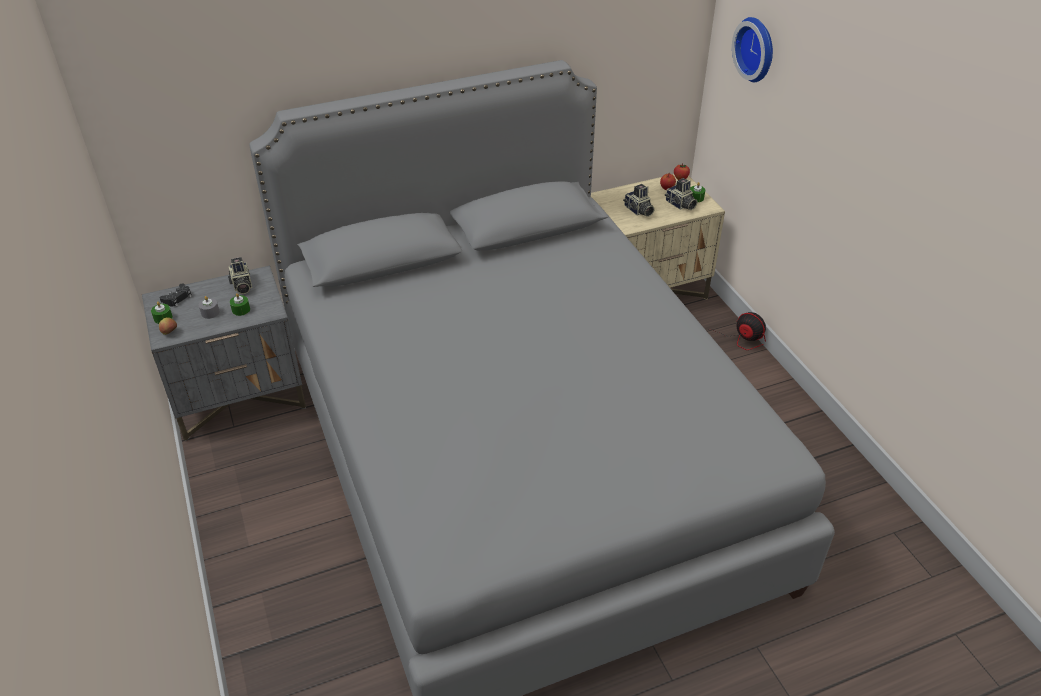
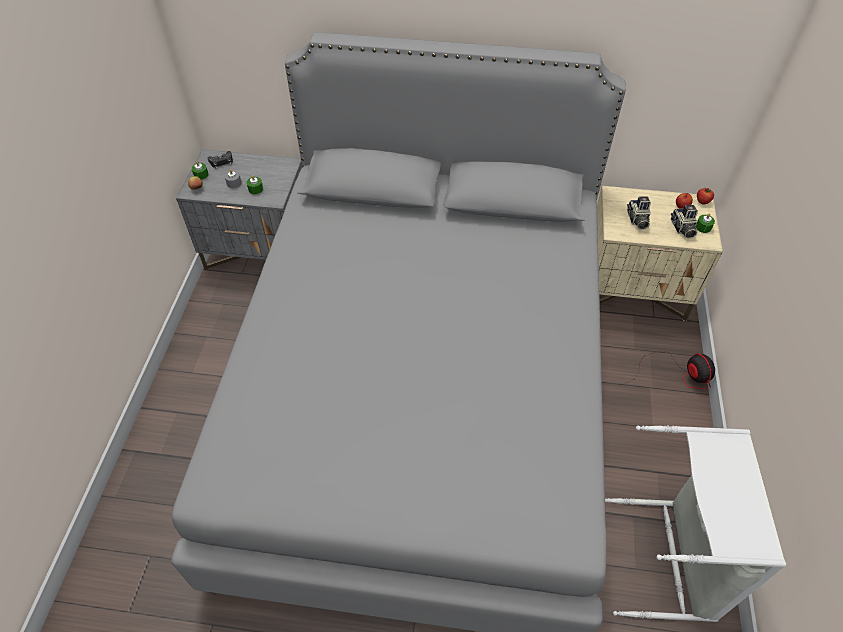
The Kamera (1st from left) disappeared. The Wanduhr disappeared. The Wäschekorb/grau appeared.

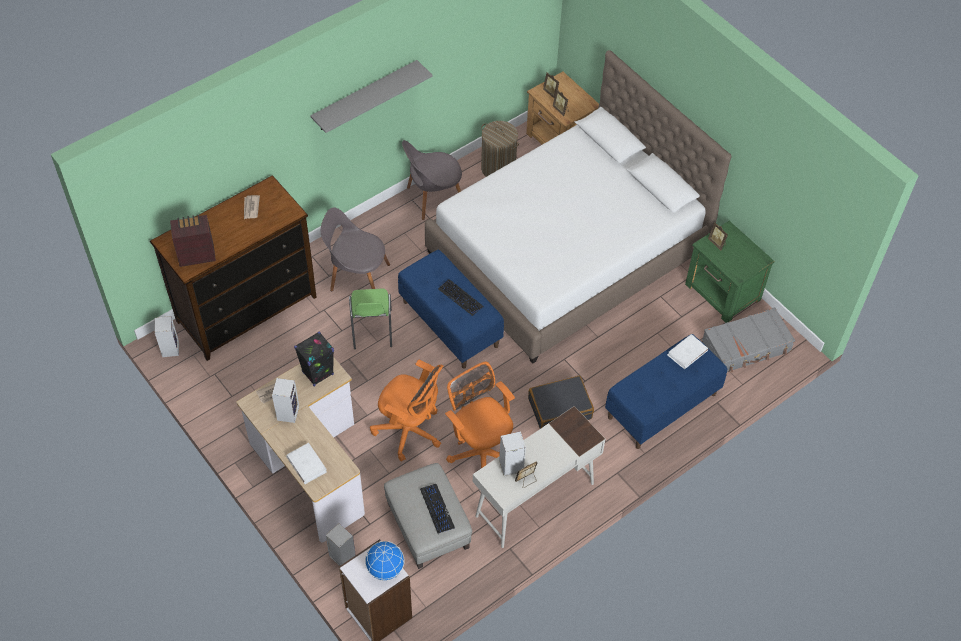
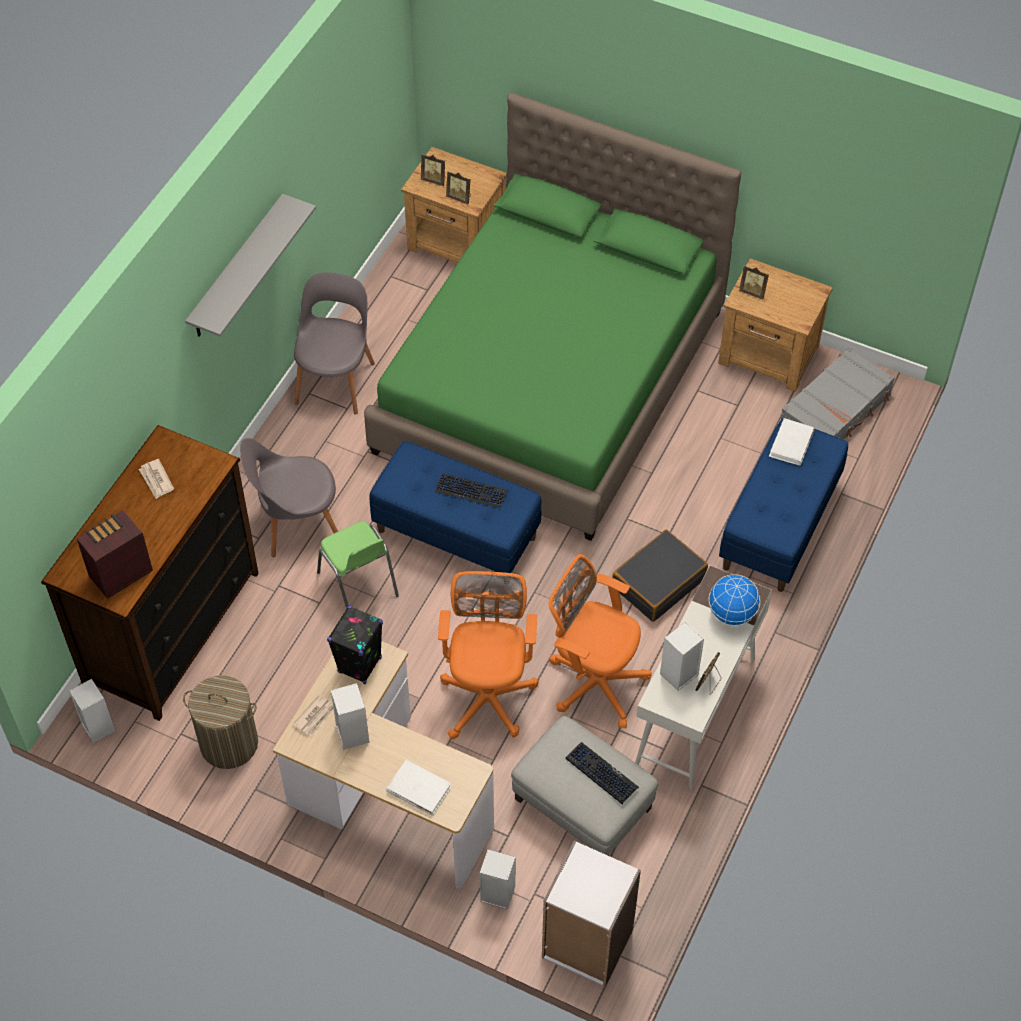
The Globus moved. The Bürostuhl/orange (1st from left) turned 90 degrees counterclockwise. The Stuhl/grau (2nd from left) turned 150 degrees clockwise. The Bett/weiß became the Bett/grün. The Wäschekorb moved. The Nachttisch/grün became the Nachttisch/braun (2nd from left).

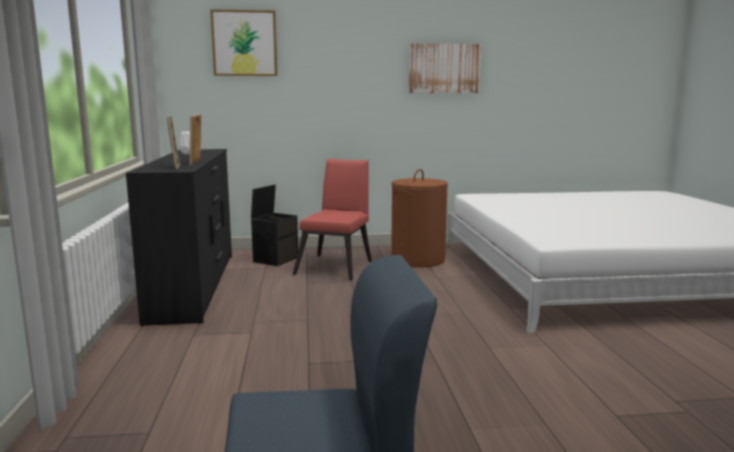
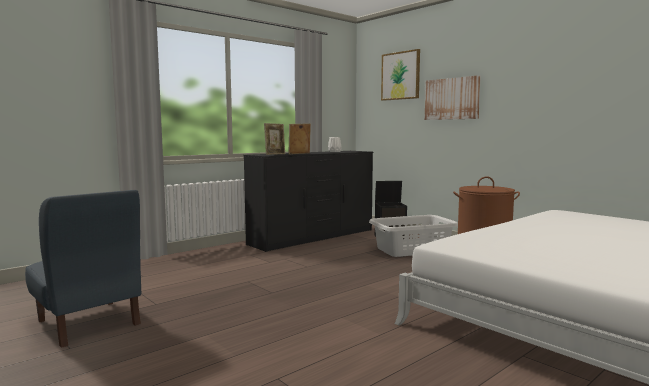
The Stuhl/rot was replaced by the Wäschekorb/grau. The Bild (2nd from left) moved.

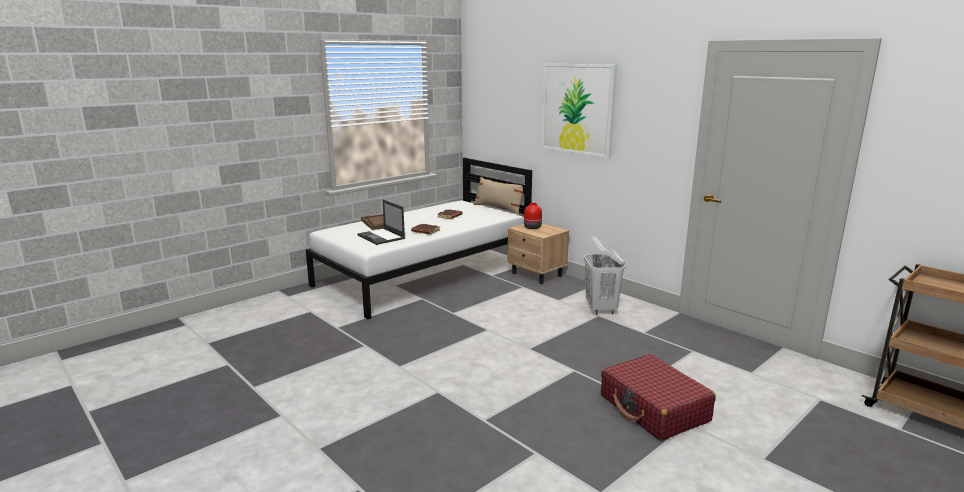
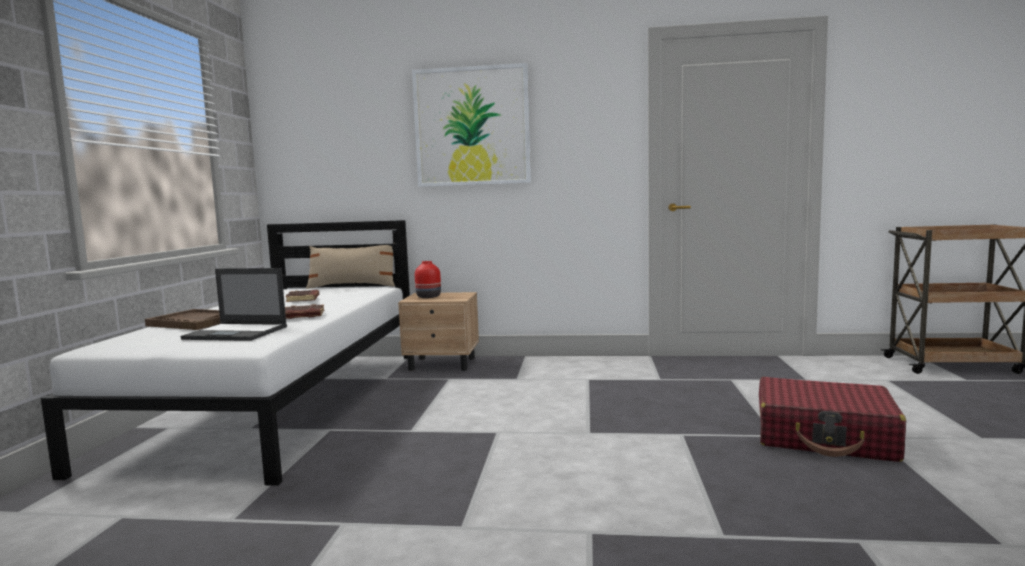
The Wäschekorb/weiß disappeared.

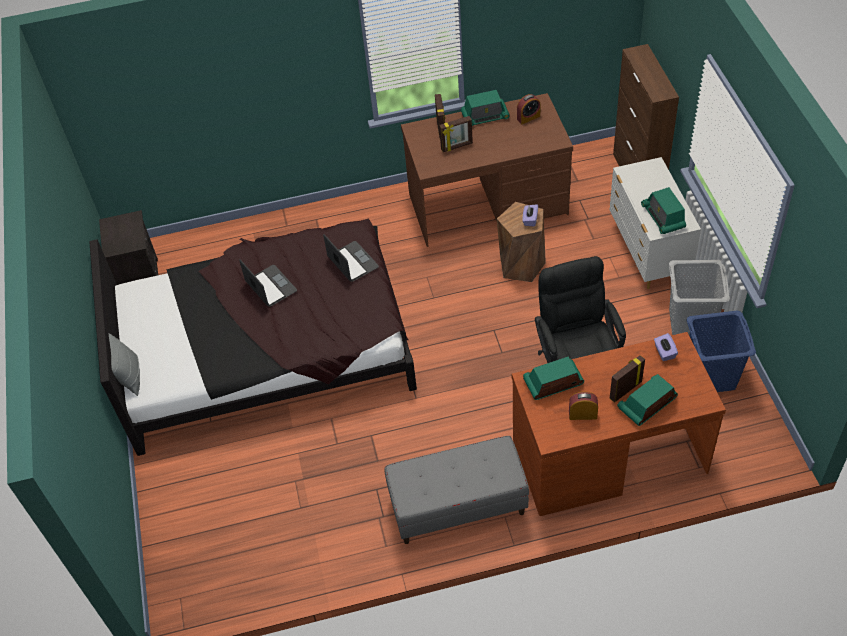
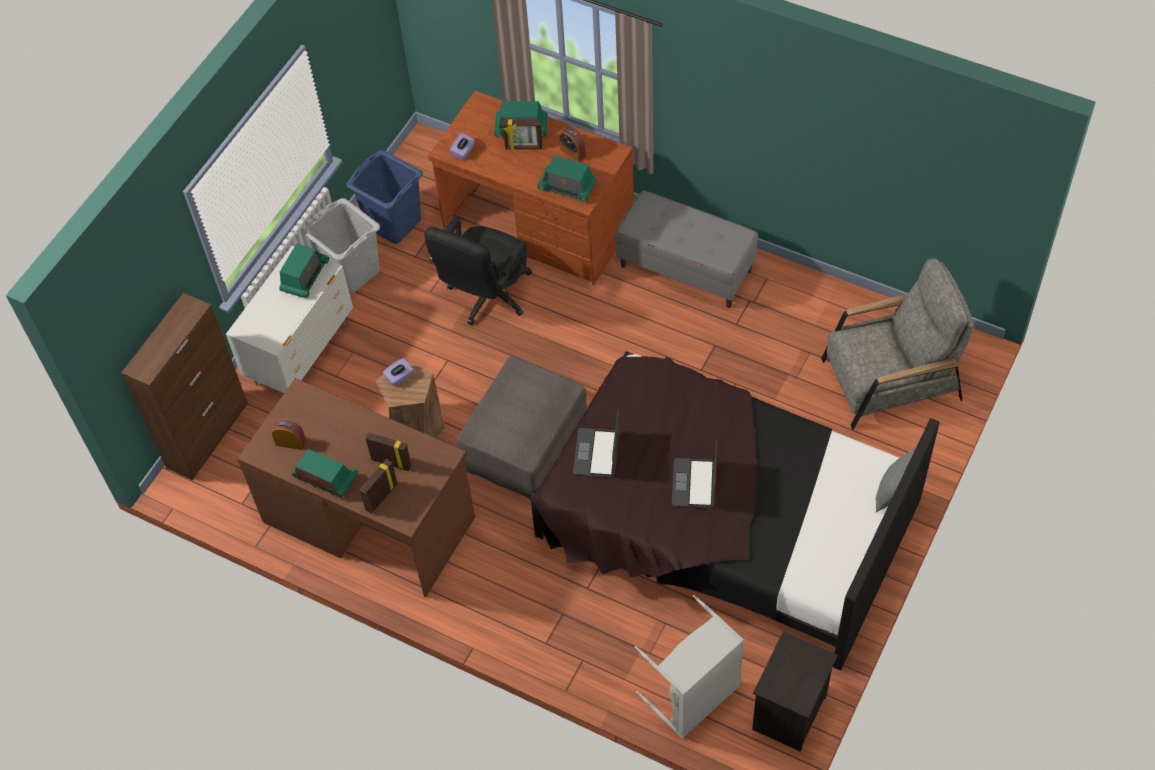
The Polsterhocker/grau appeared. The Wäschekorb/grau (2nd from left) appeared. The Sessel/grau appeared.

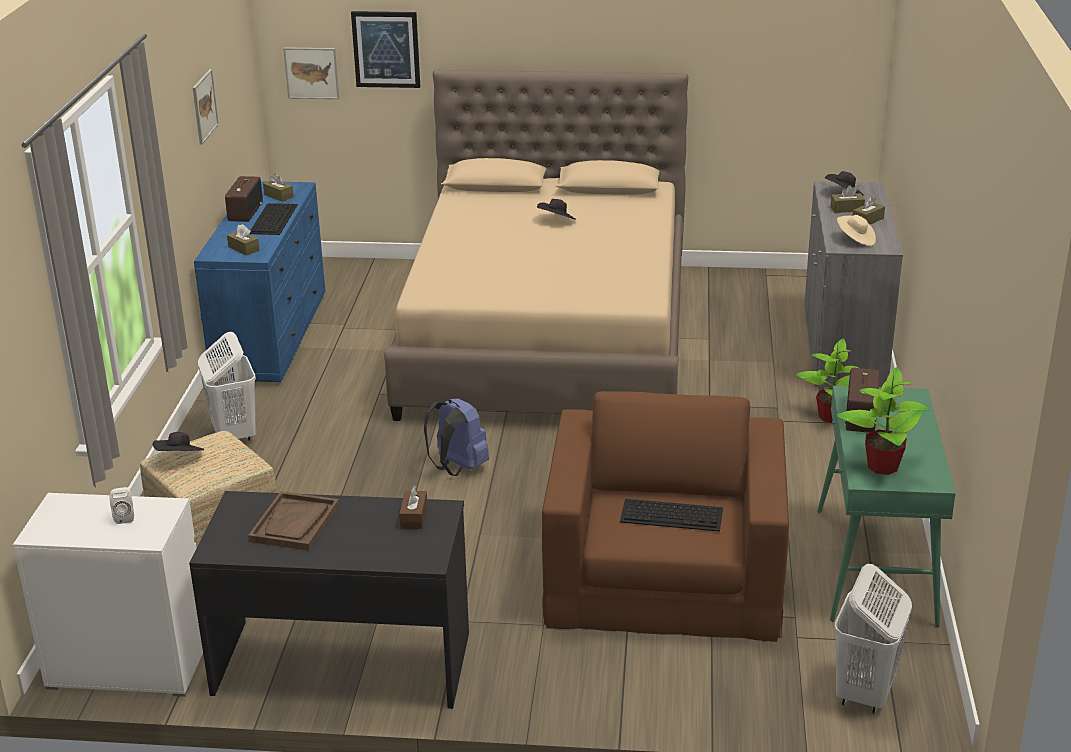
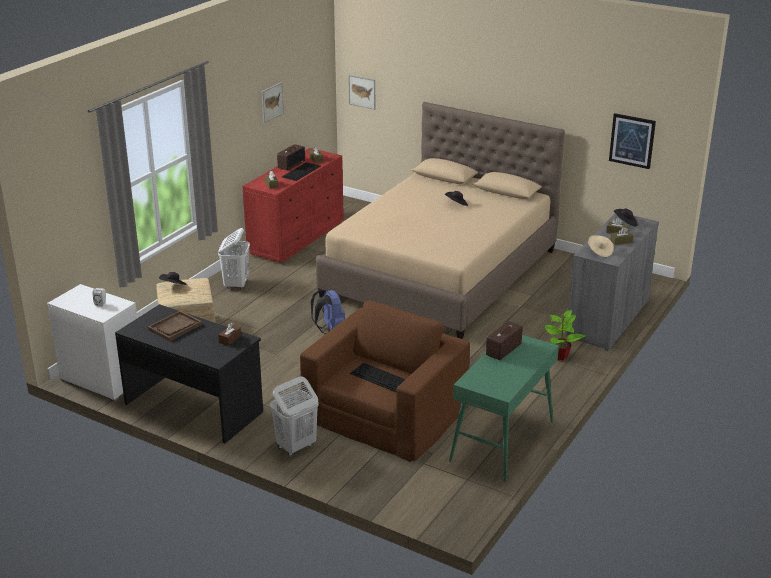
The Kommode/blau became the Kommode/rot. The Bild (3rd from left) moved. The Wäschekorb/weiß (2nd from left) moved. The Topfpflanze (2nd from left) disappeared.

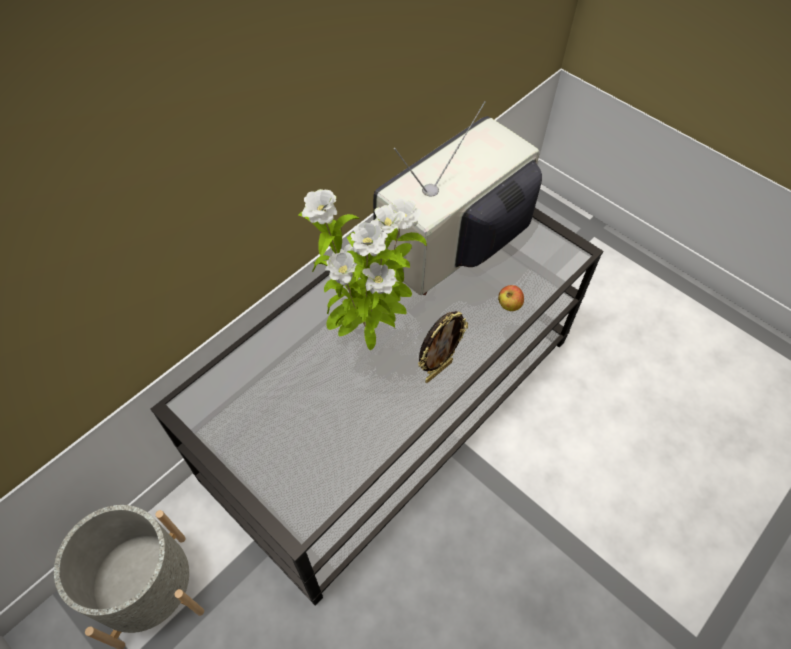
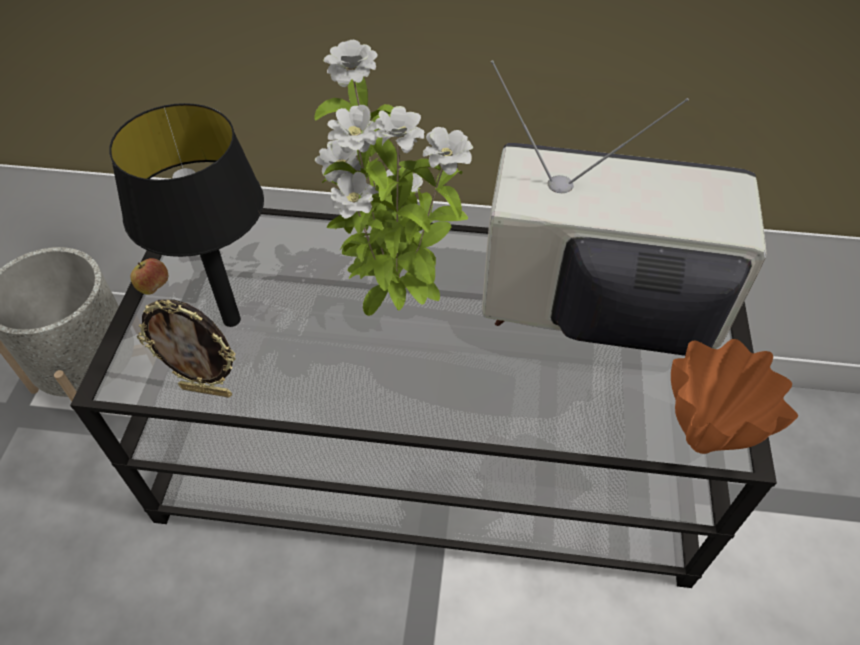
The Bilderrahmen moved. The Apfel moved. The Tischlampe/schwarz appeared. The Vase/orange appeared.

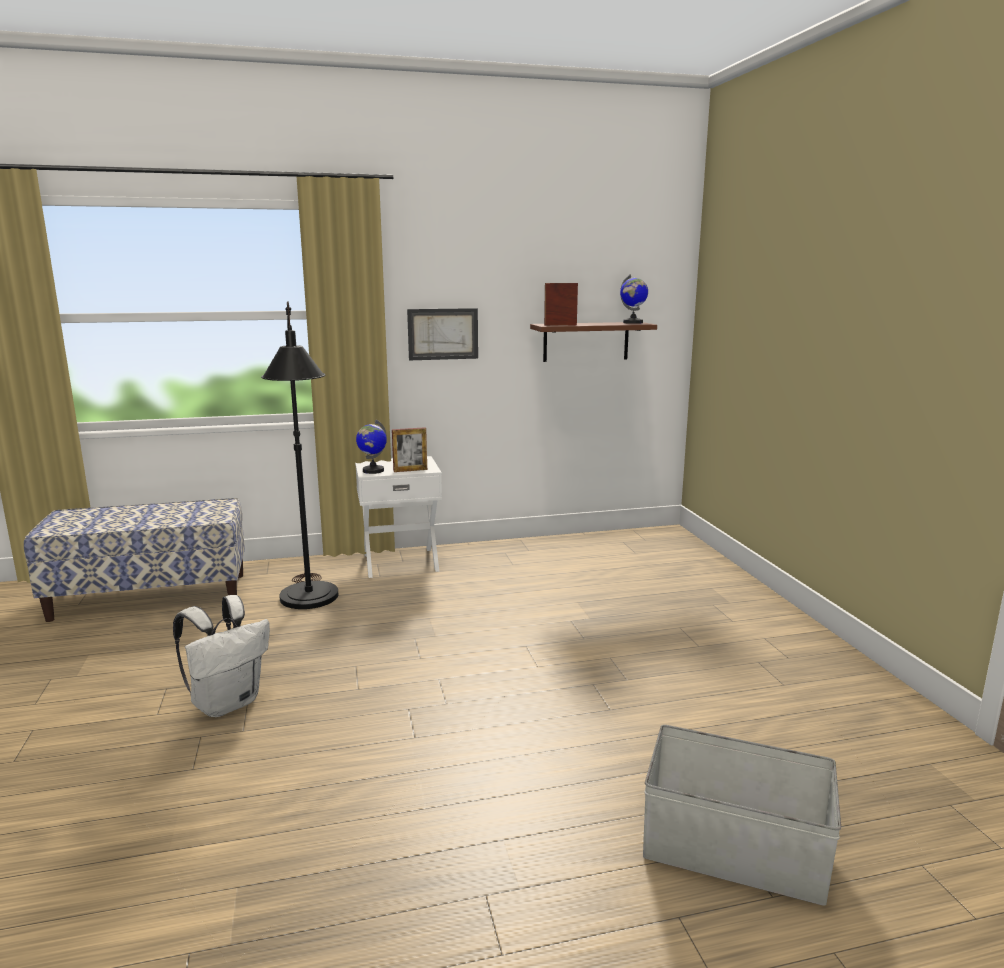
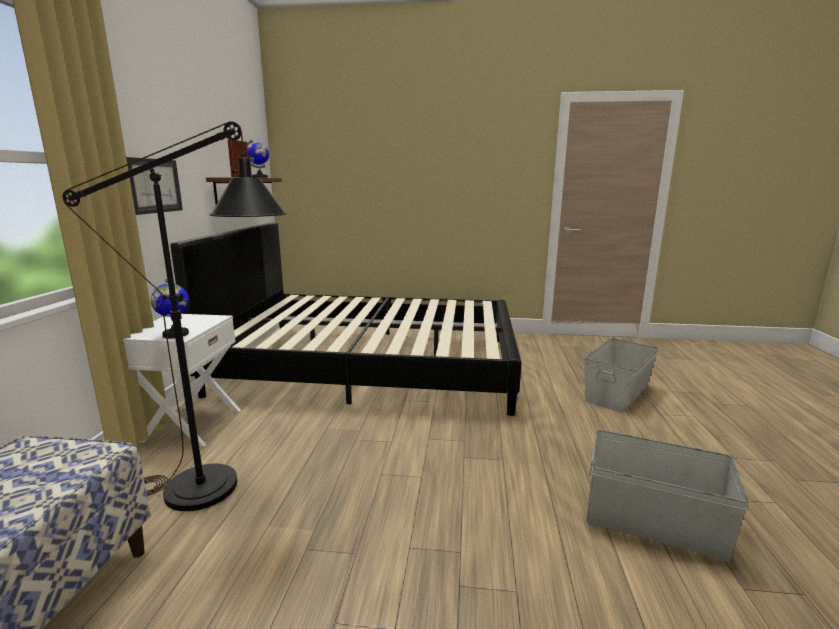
The Rucksack/weiß disappeared. The Bilderrahmen (1st from left) disappeared. The Bett/schwarz appeared. The Aufbewahrungsbox/grau (2nd from left) appeared.

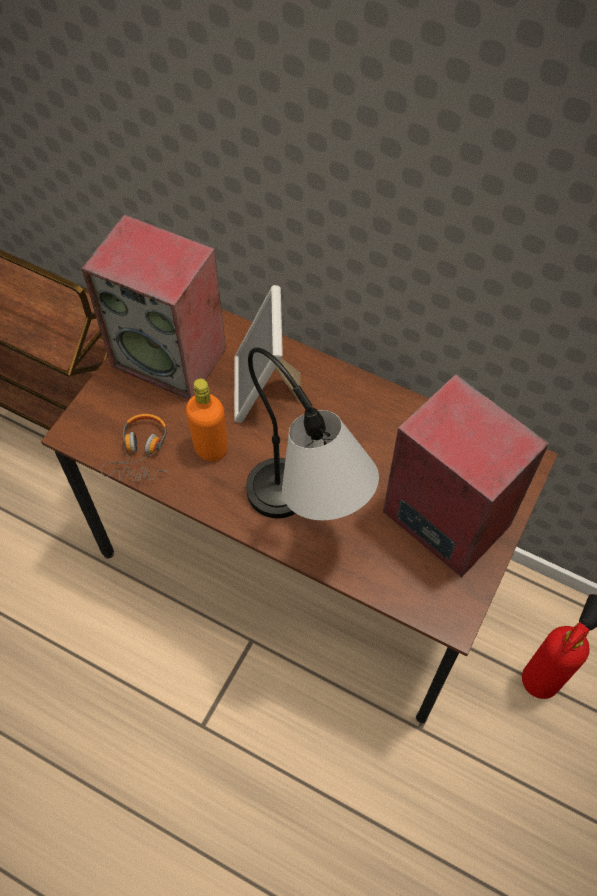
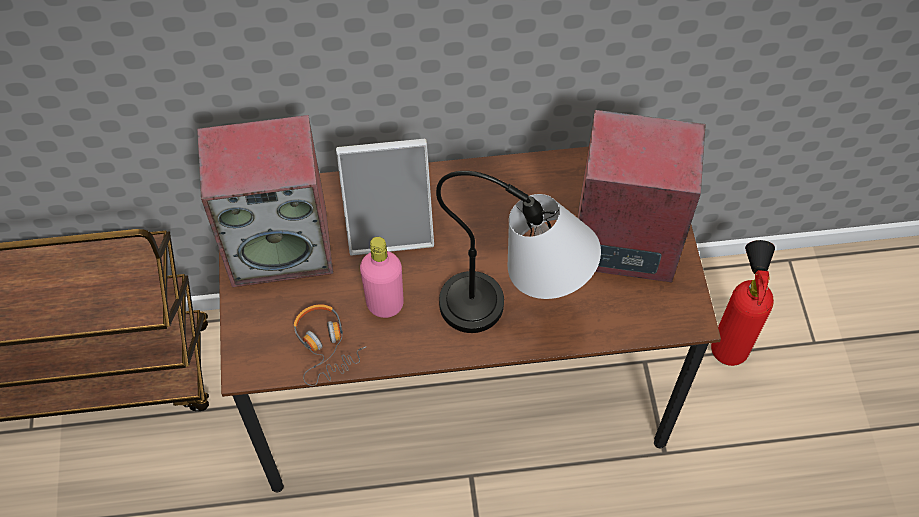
The Flasche/orange became the Flasche/rosa. The Bilderrahmen turned 60 degrees counterclockwise.

